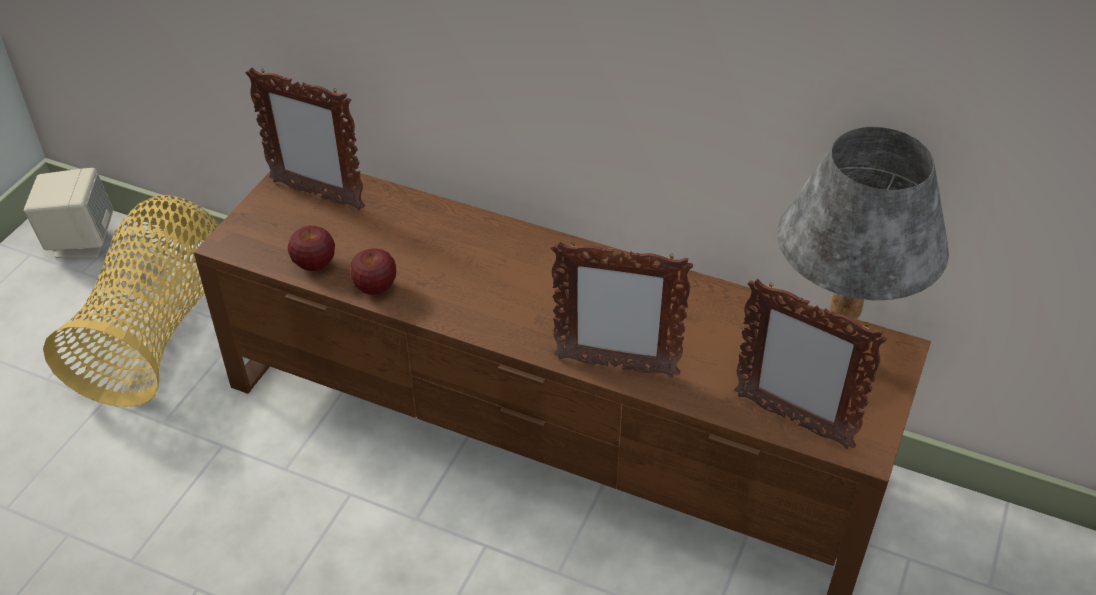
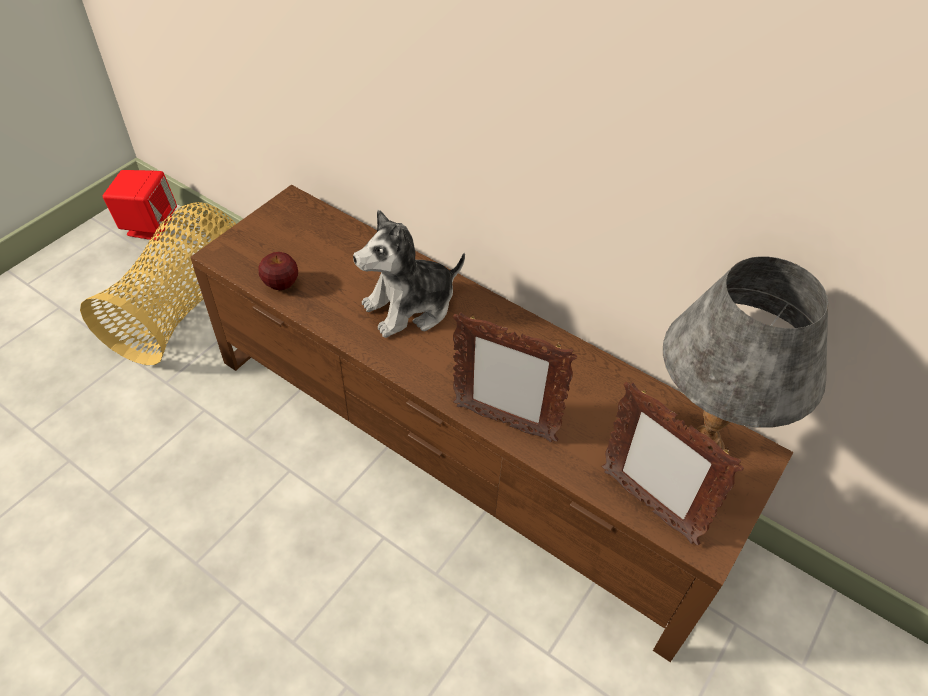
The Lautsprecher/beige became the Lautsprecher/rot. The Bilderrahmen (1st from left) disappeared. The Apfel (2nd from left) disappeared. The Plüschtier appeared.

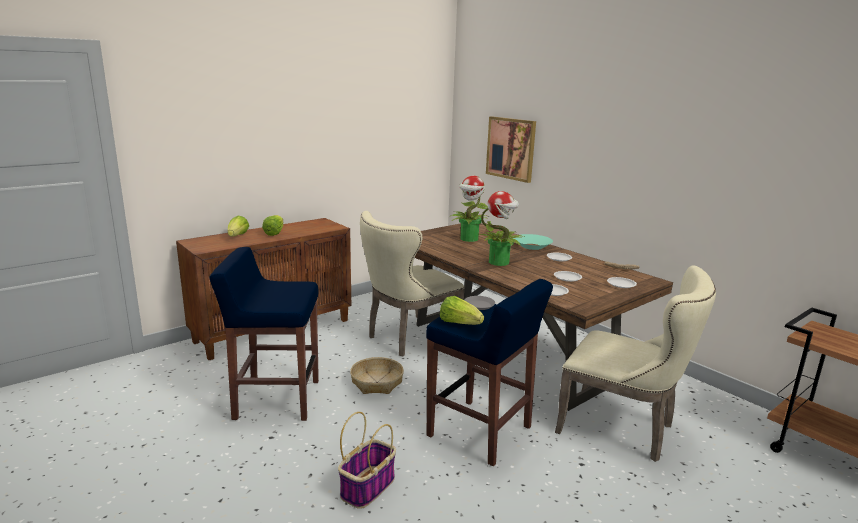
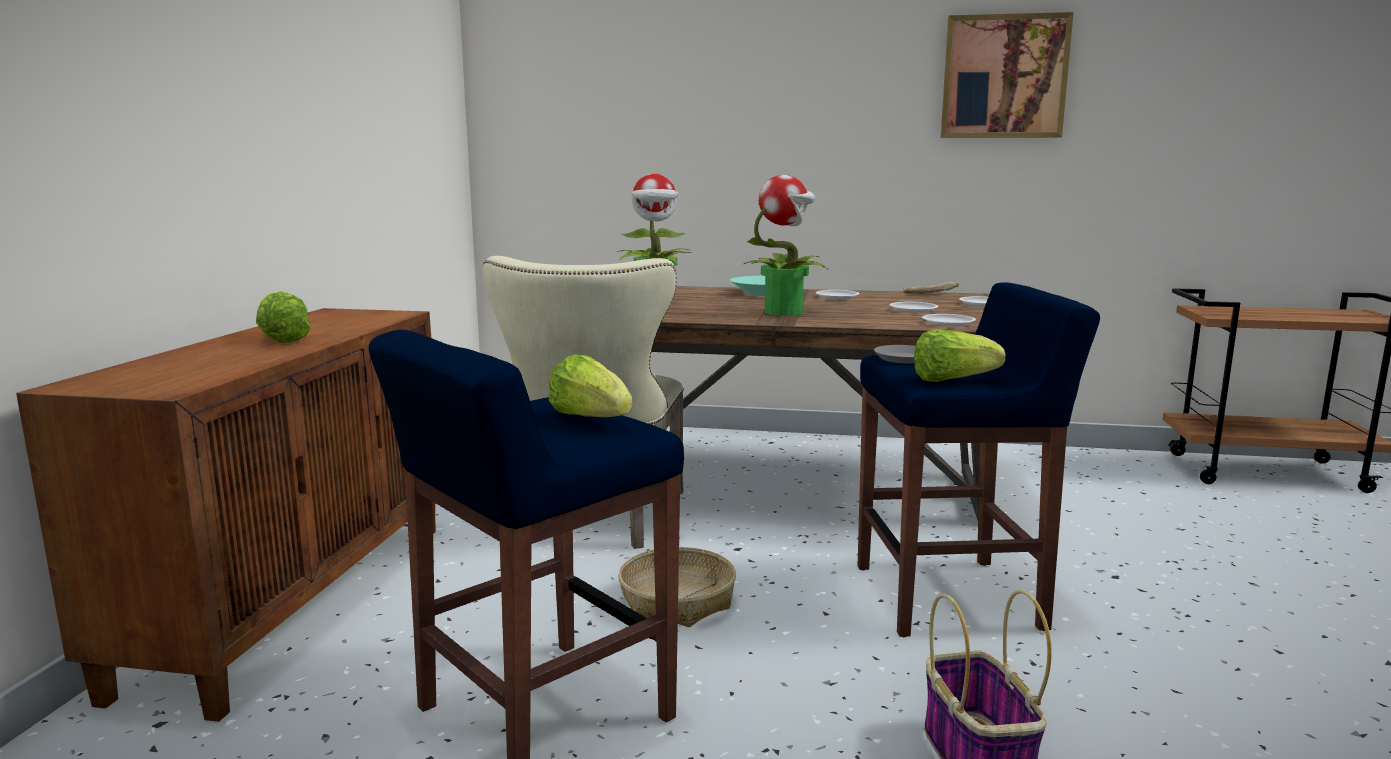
The Salatkopf (1st from left in the first image) moved. The Bild moved. The Stuhl/beige (2nd from left) disappeared.

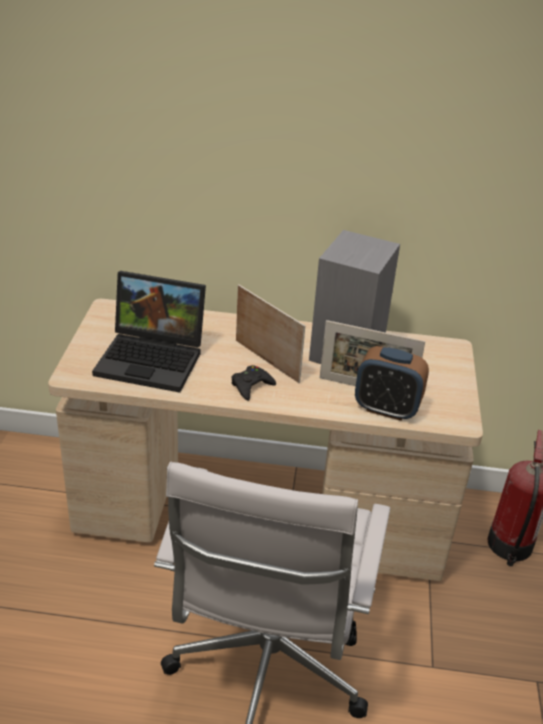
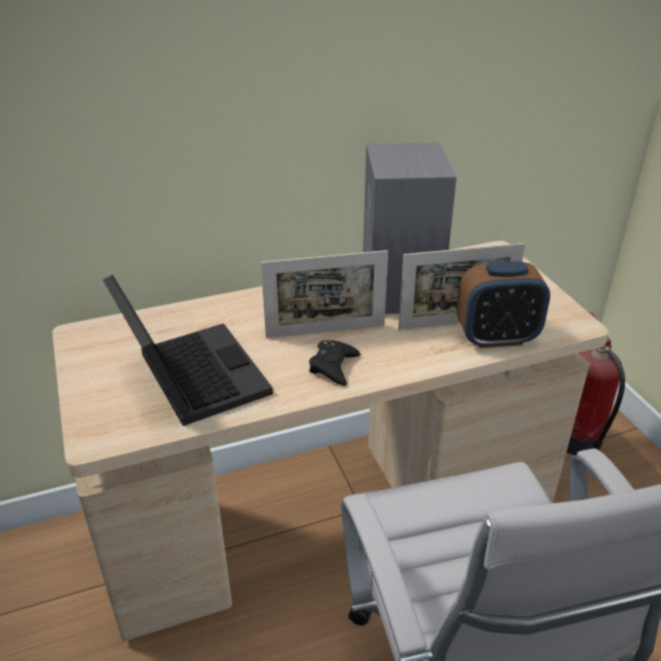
The Laptop turned 105 degrees counterclockwise. The Bilderrahmen (1st from left) turned 150 degrees clockwise.

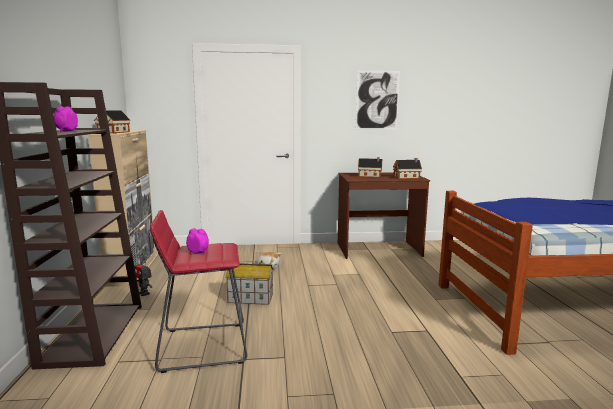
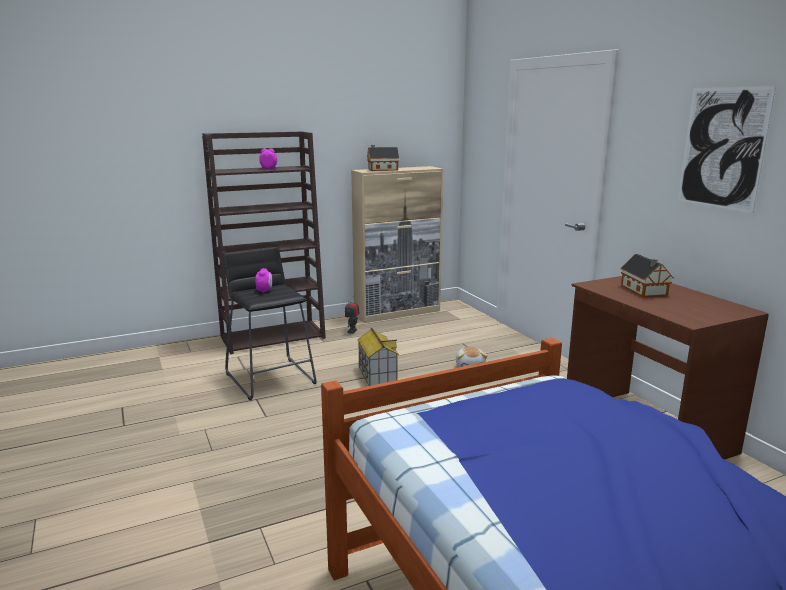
The Hocker/rot became the Hocker/schwarz. The Spielzeughaus (4th from left) disappeared.

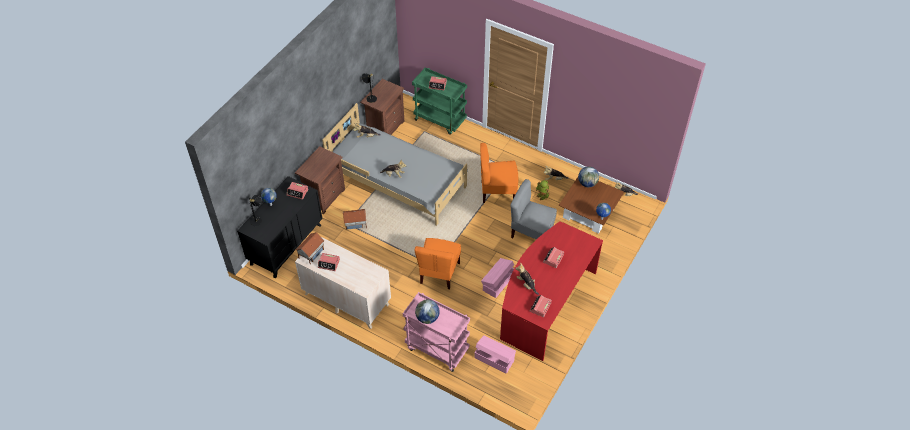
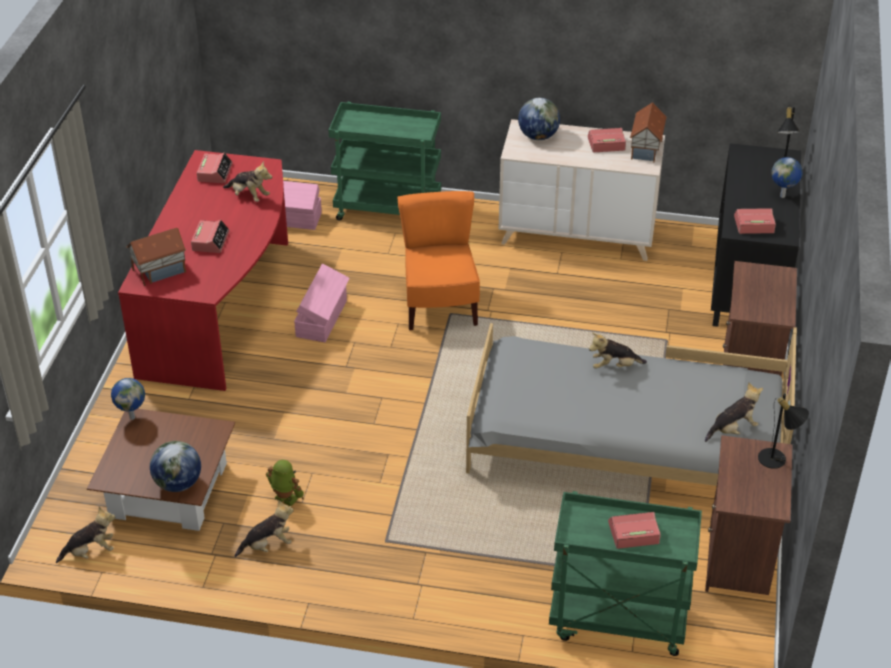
The Spielzeughaus (2nd from left in the first image) moved. The Rollwagen/rosa became the Rollwagen/grün (1st from left). The Globus (2nd from left in the first image) moved. The Stuhl/orange (2nd from left) disappeared. The Stuhl/grau disappeared.

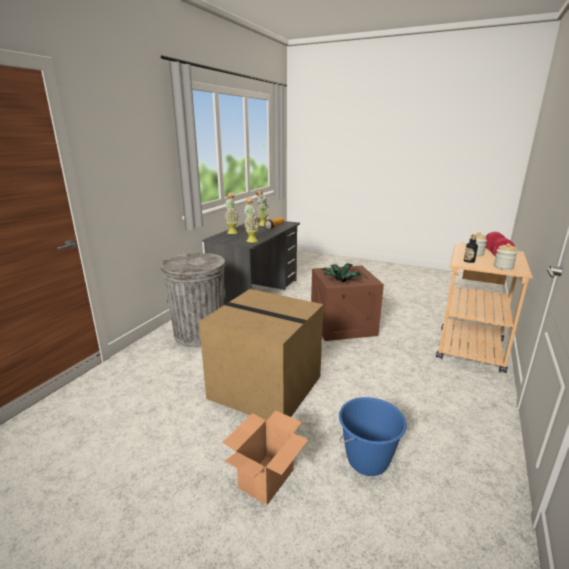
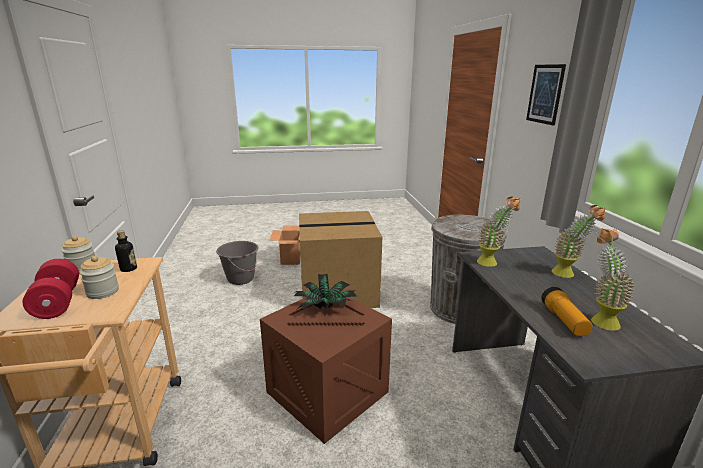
The Eimer/blau became the Eimer/grau. The Bild appeared.

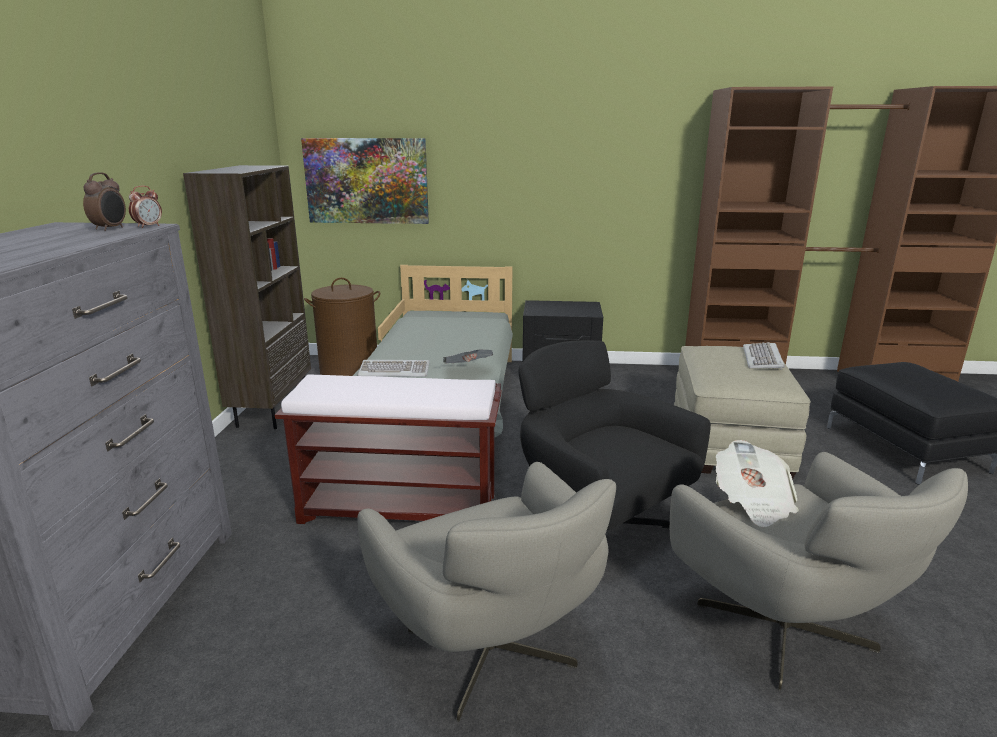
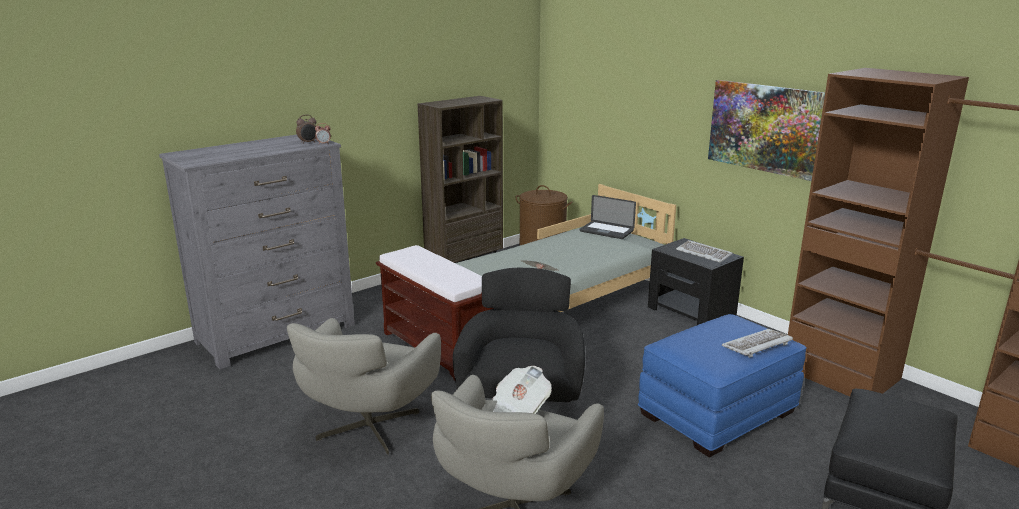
The Bild moved. The Tastatur (1st from left) moved. The Polsterhocker/beige became the Polsterhocker/blau. The Laptop appeared.

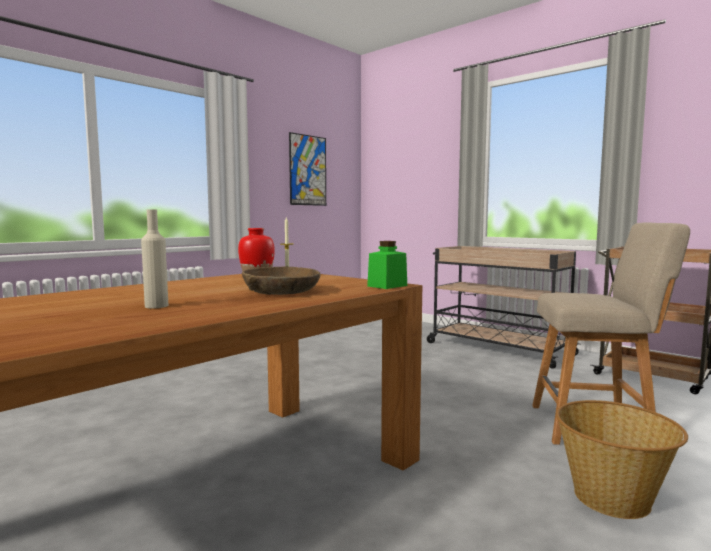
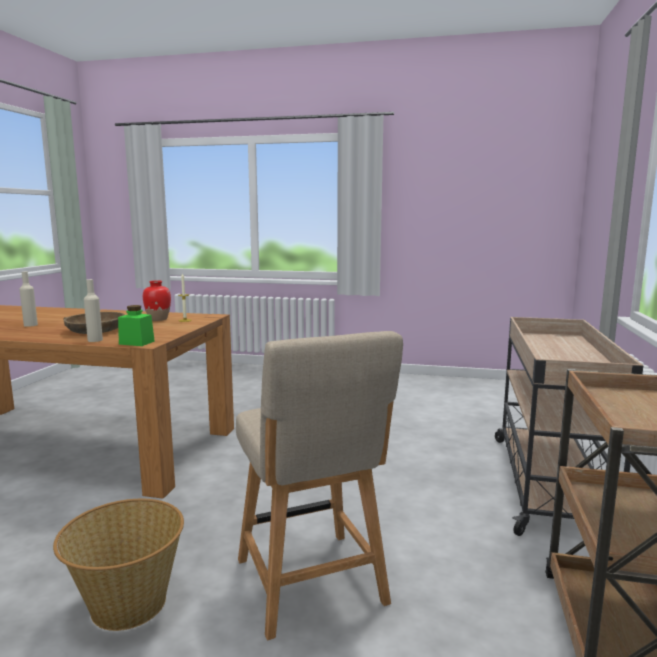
The Bild disappeared. The Flasche/beige (2nd from left) appeared.

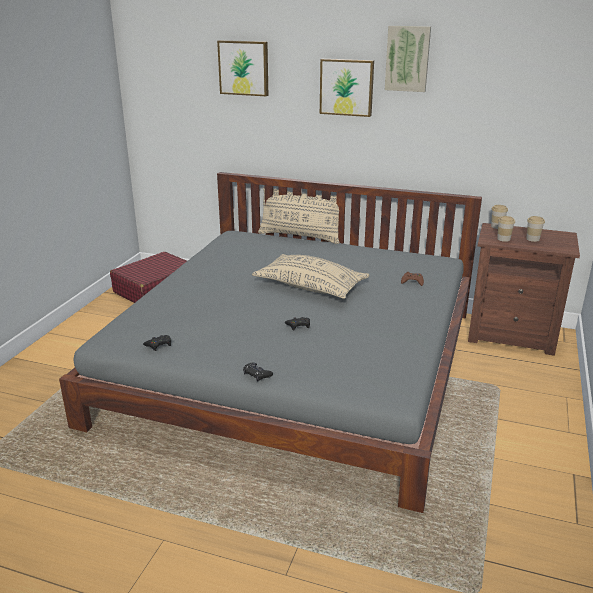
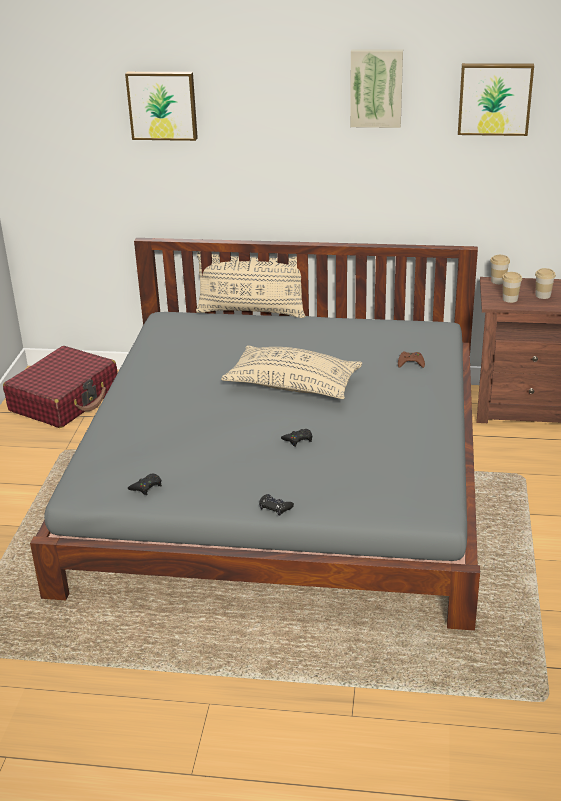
The Bild (2nd from left in the first image) moved.

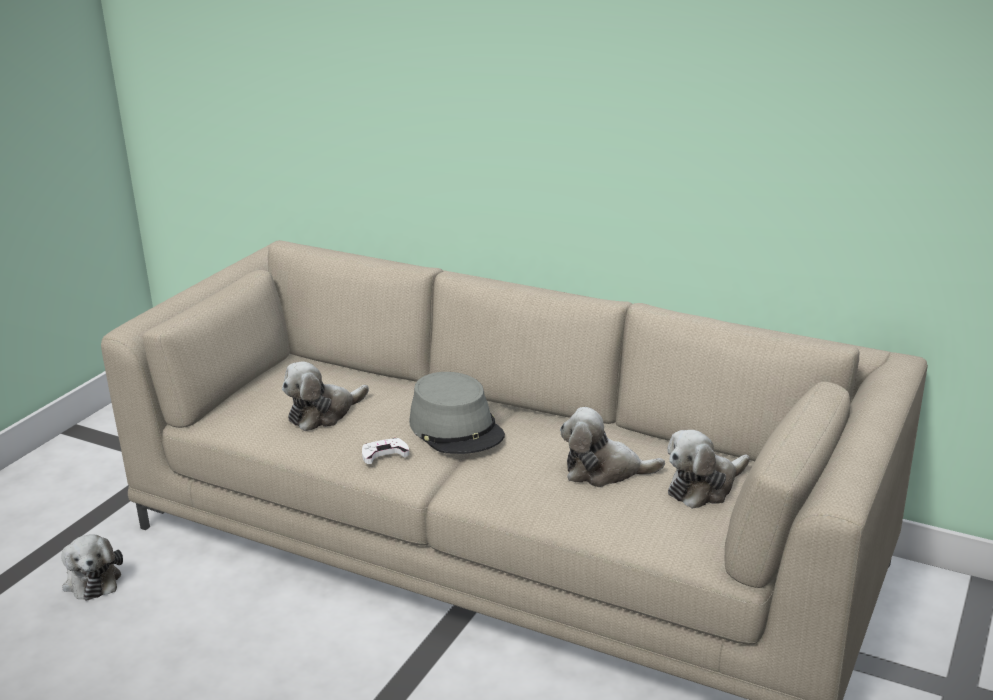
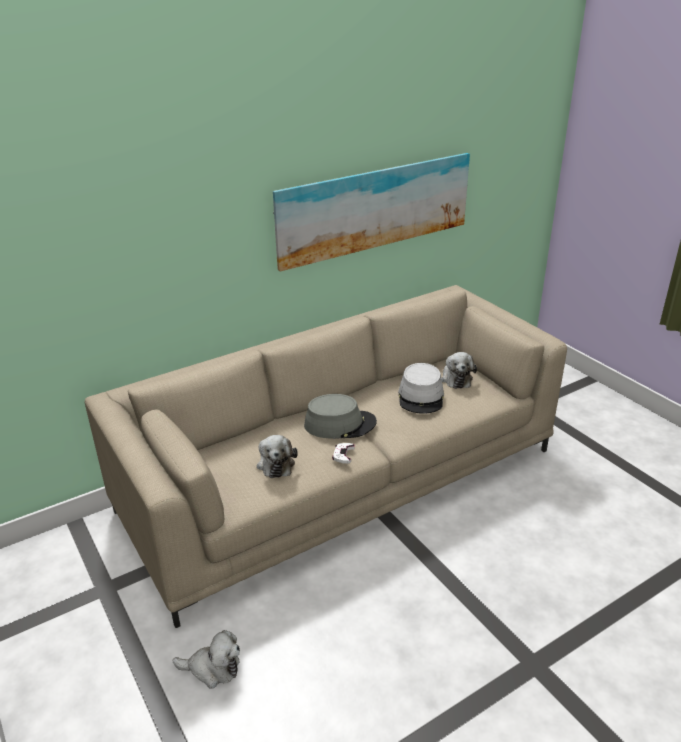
The Plüschtier (3rd from left) was replaced by the Hut/grau (2nd from left). The Bild appeared.

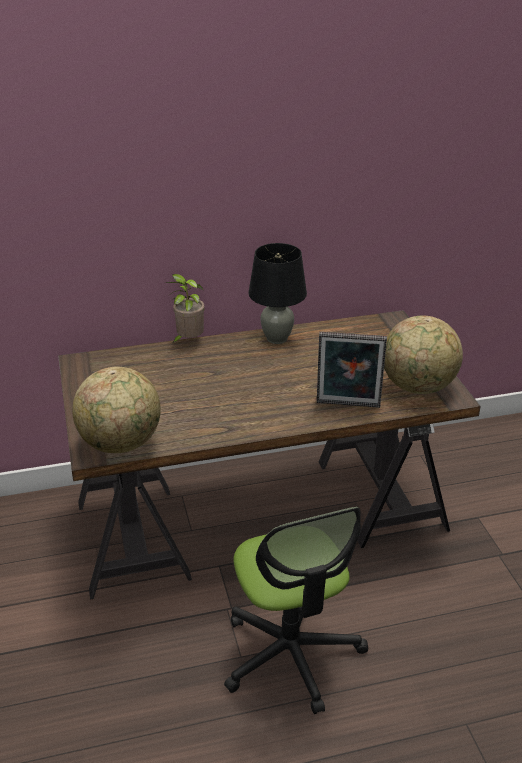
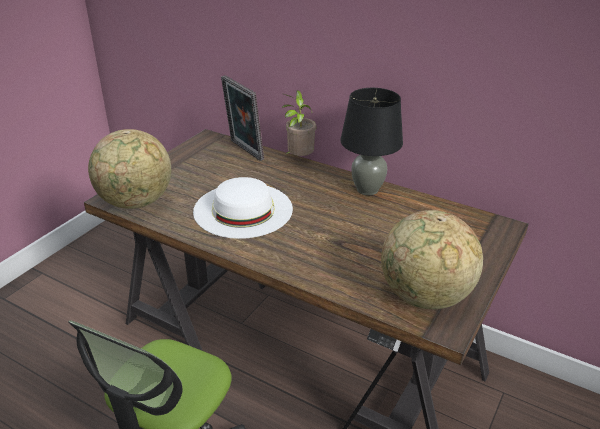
The Bilderrahmen moved. The Hut/weiß appeared.

